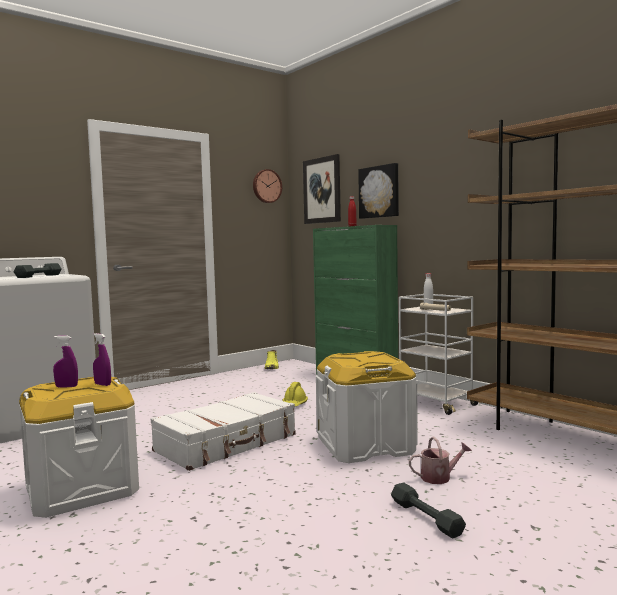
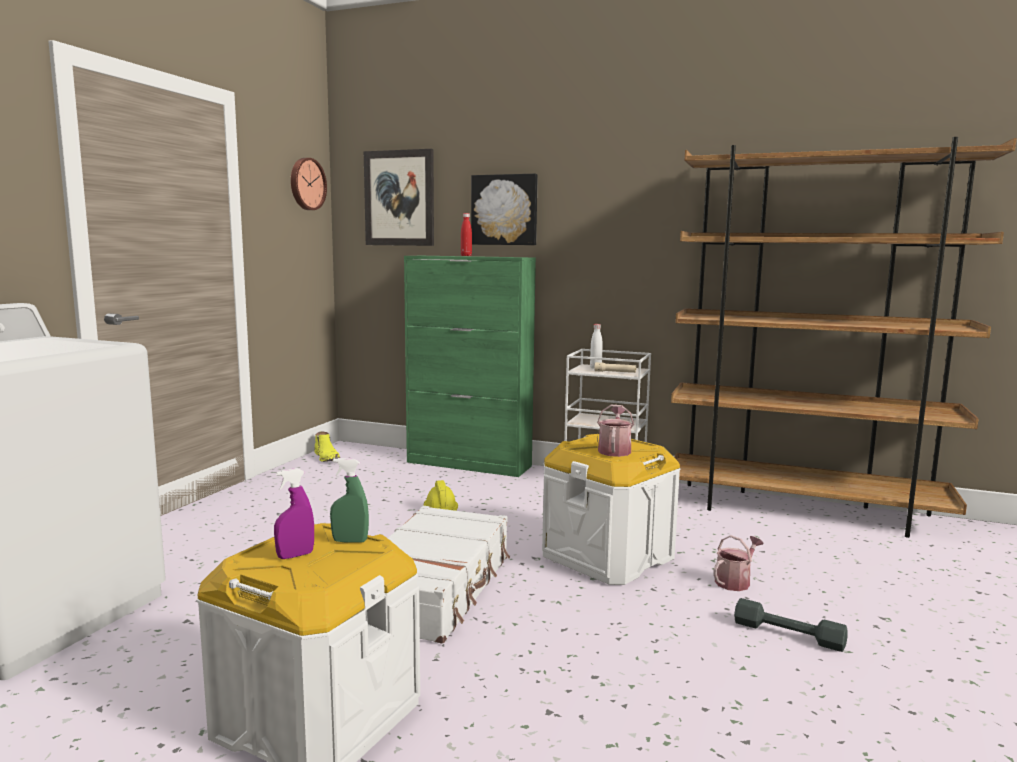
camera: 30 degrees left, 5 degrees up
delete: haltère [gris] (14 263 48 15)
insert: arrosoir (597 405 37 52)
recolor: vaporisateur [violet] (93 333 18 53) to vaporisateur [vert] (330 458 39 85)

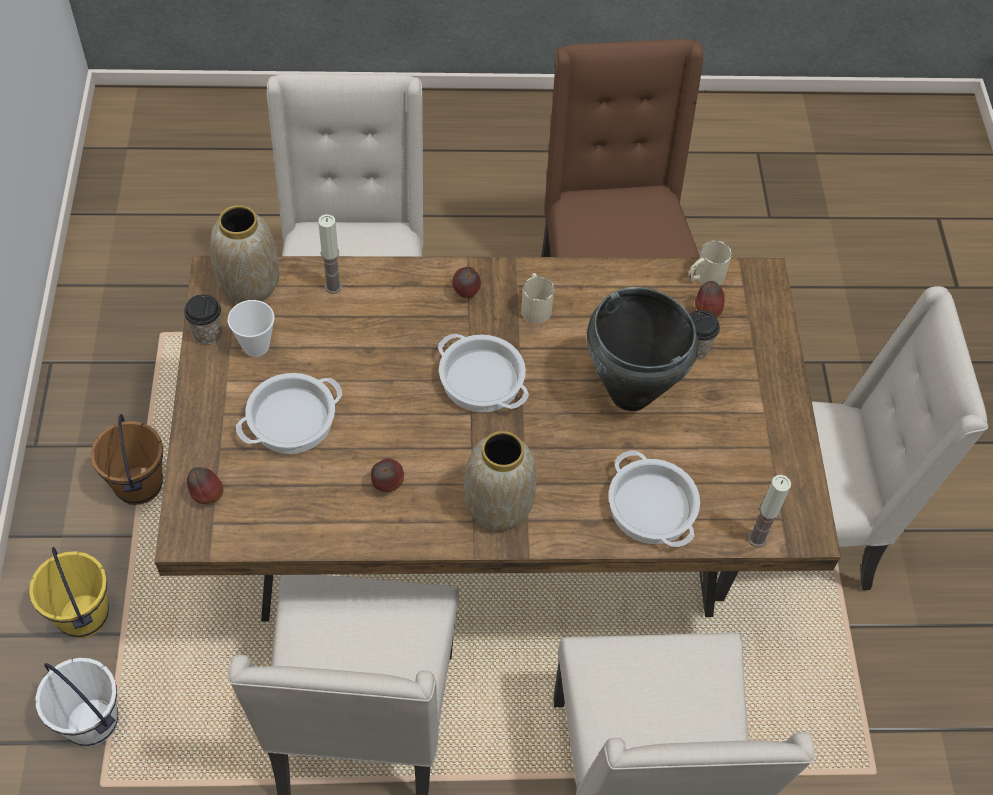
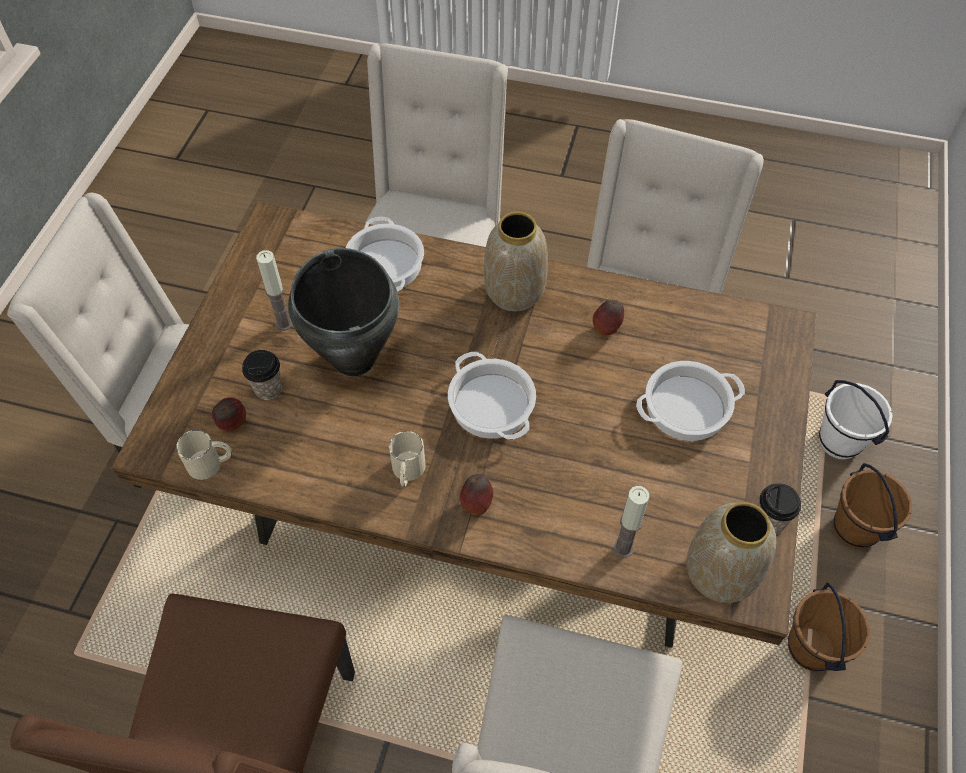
camera: 160 degrees left, 0 degrees up
delete: tasse (228 300 46 57); pomme (187 467 36 38)
move: bougie (748 475 43 72) to (256 250 37 81)
recolor: seau [jaune] (29 547 80 91) to seau [marron] (833 463 79 86)

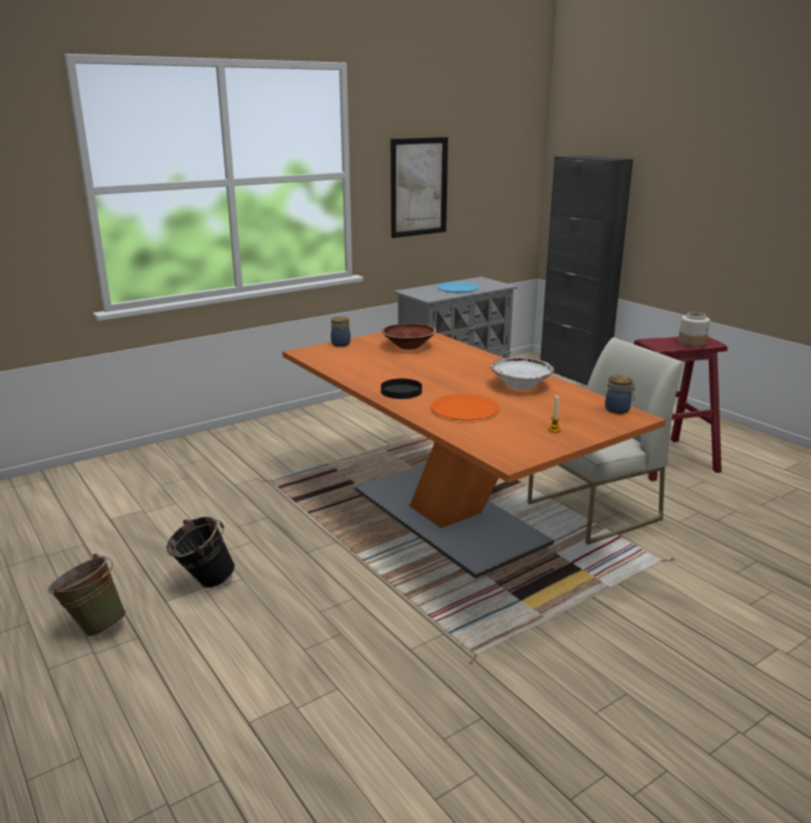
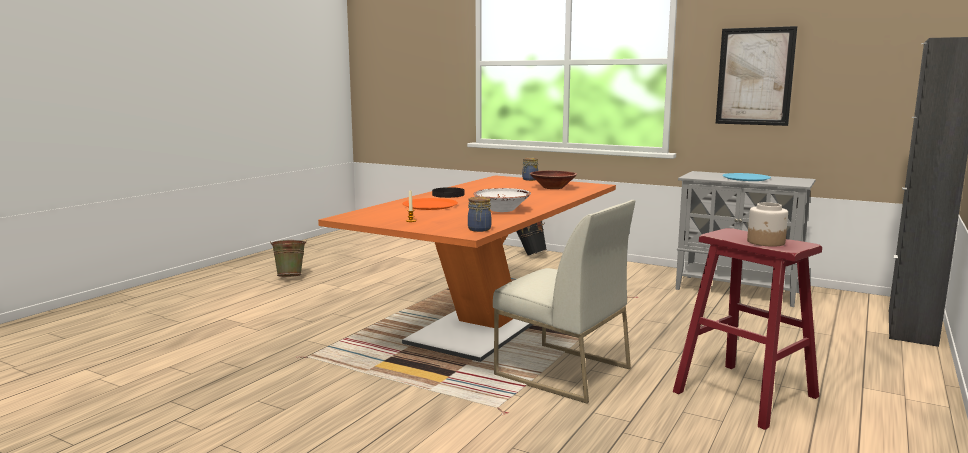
camera: 65 degrees right, 10 degrees down
move: seau [noir] (166 517 69 71) to (516 221 31 35)

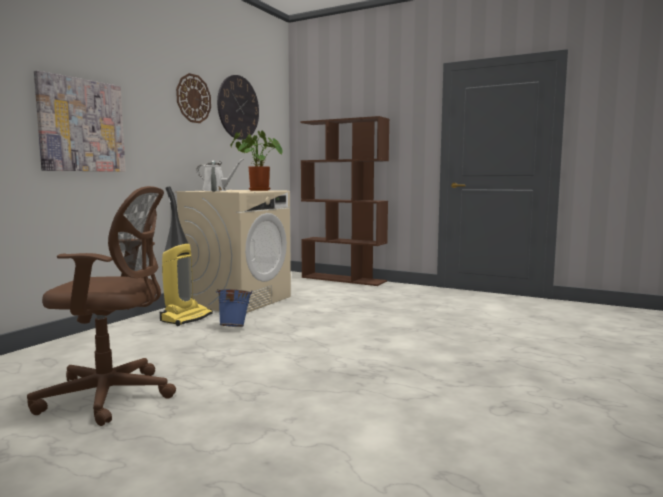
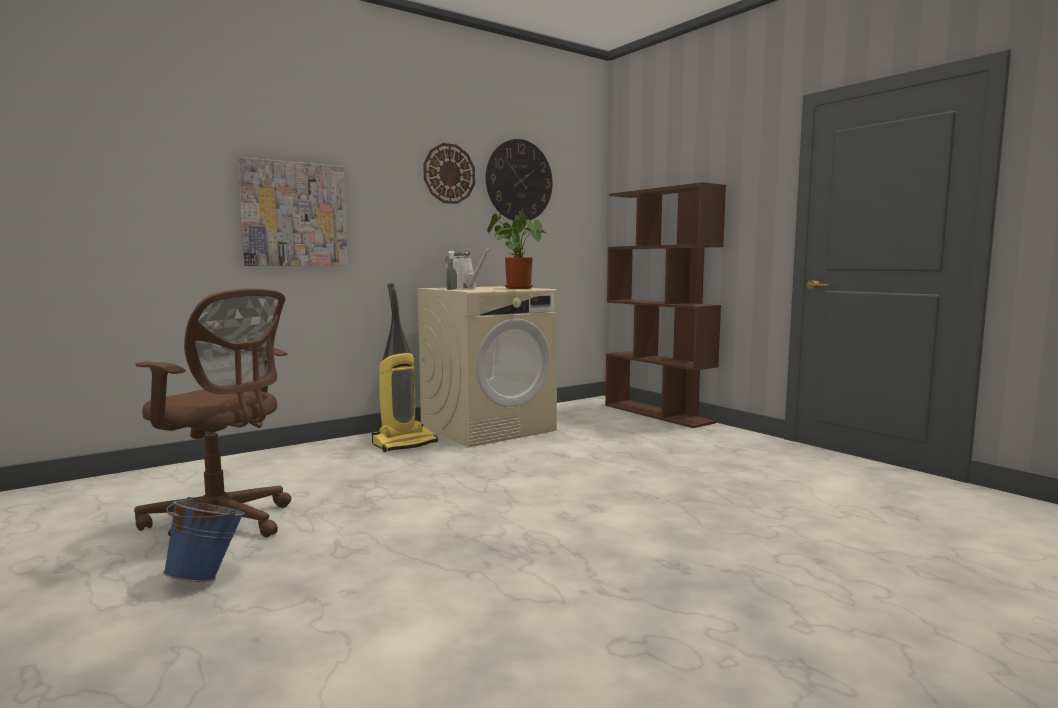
camera: 25 degrees right, 0 degrees up
move: seau [bleu] (216 289 36 38) to (163 497 82 85)

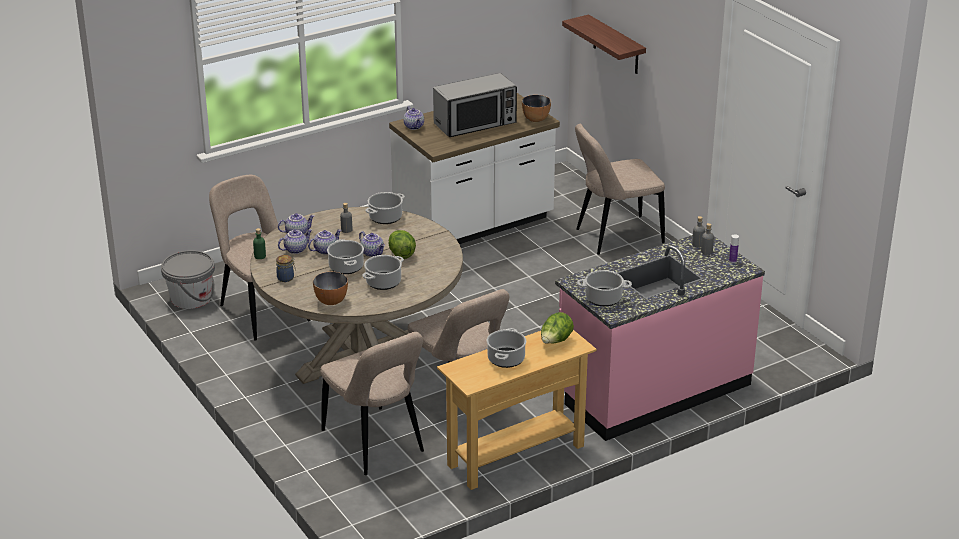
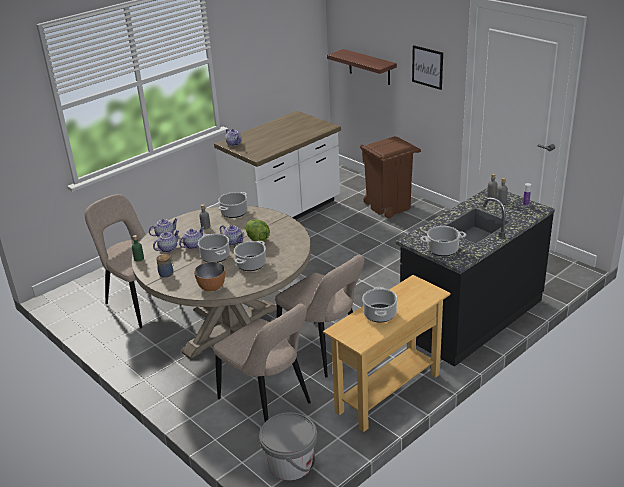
camera: 10 degrees left, 0 degrees up
delete: micro-ondes (433 73 84 64); bol (522 95 29 27); laitue (541 312 33 32)
insert: tableau (412 45 31 45)
move: seau [gris] (161 250 54 59) to (259 412 58 68)
replace: chaise [beige] (575 124 90 131) to poubelle [marron] (360 136 61 82)
recolor: comptoir de cuisine [rose] (555 231 210 210) to comptoir de cuisine [noir] (396 188 159 179)

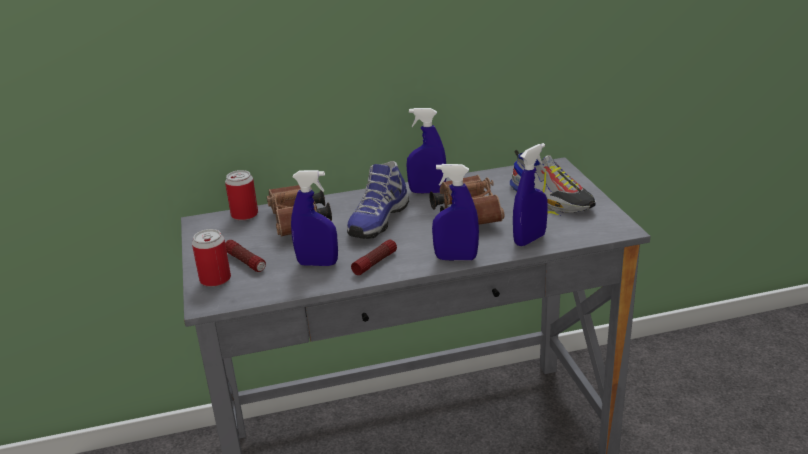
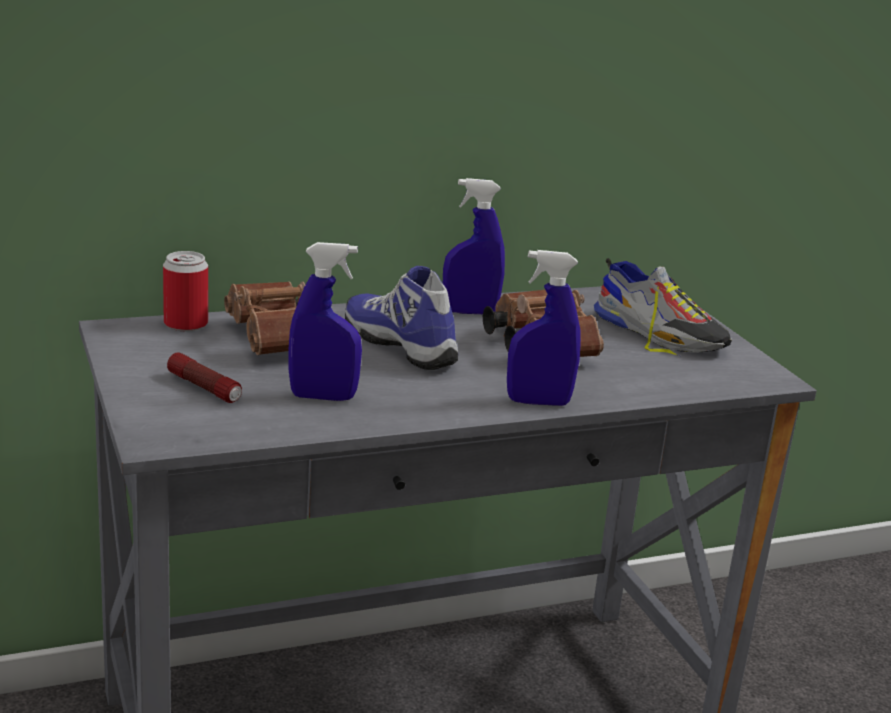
camera: 10 degrees left, 5 degrees down
delete: vaporisateur [bleu] (513 143 35 103); boîte métallique (192 229 39 58); lampe de poche (351 240 46 35)
rotate: chaussure (347 161 62 78) = (345 266 113 104) 120 degrees clockwise

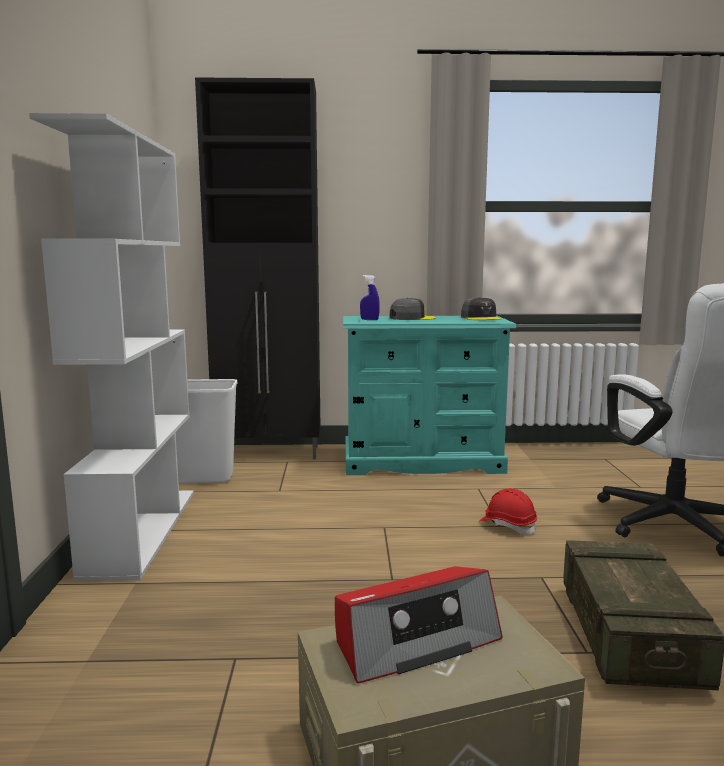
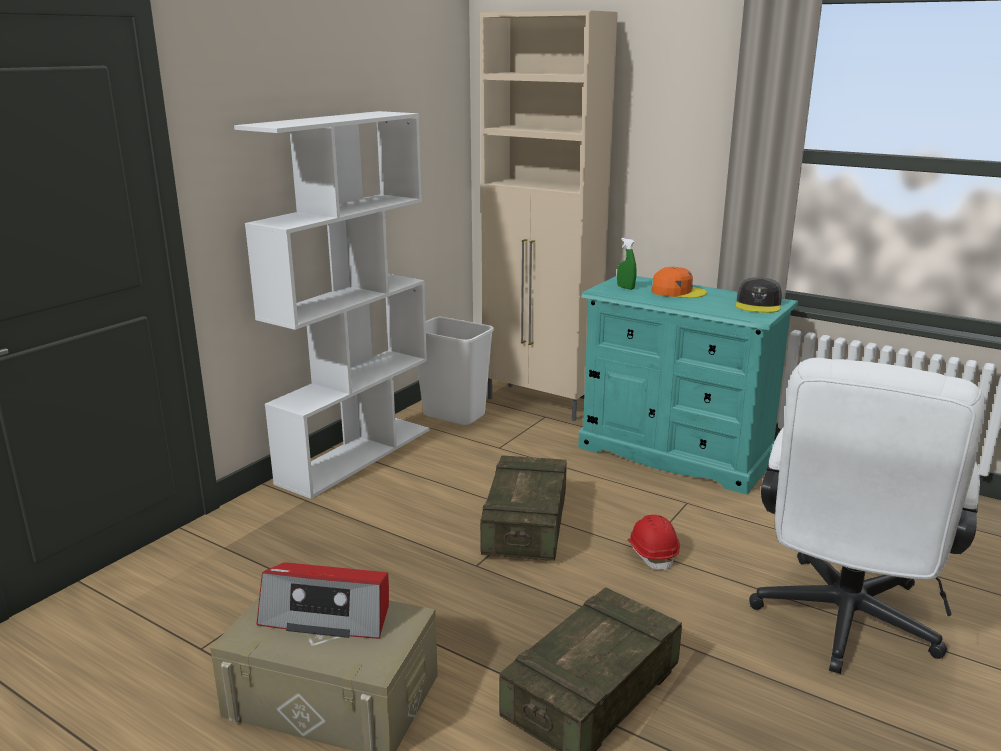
camera: 35 degrees right, 10 degrees up
insert: caisse (480 455 87 106)
recolor: meuble de rangement [noir] (195 77 125 383) to meuble de rangement [beige] (480 10 138 411); vaporisateur [bleu] (360 275 20 45) to vaporisateur [vert] (617 238 19 52); casquette [gris] (389 297 47 23) to casquette [orange] (652 267 55 31)

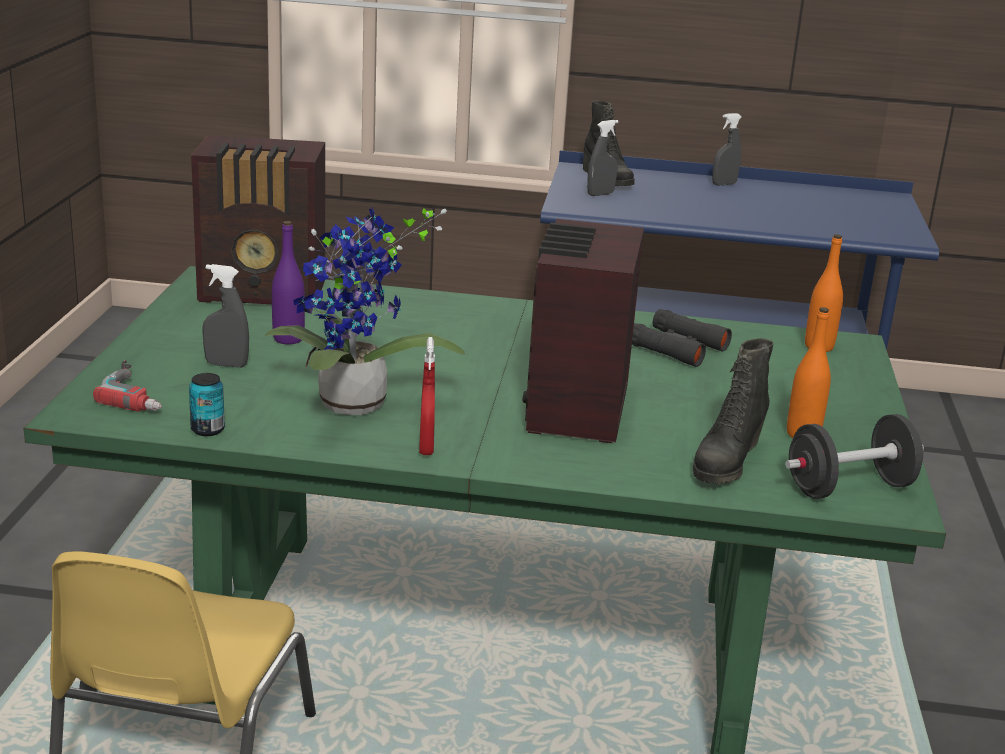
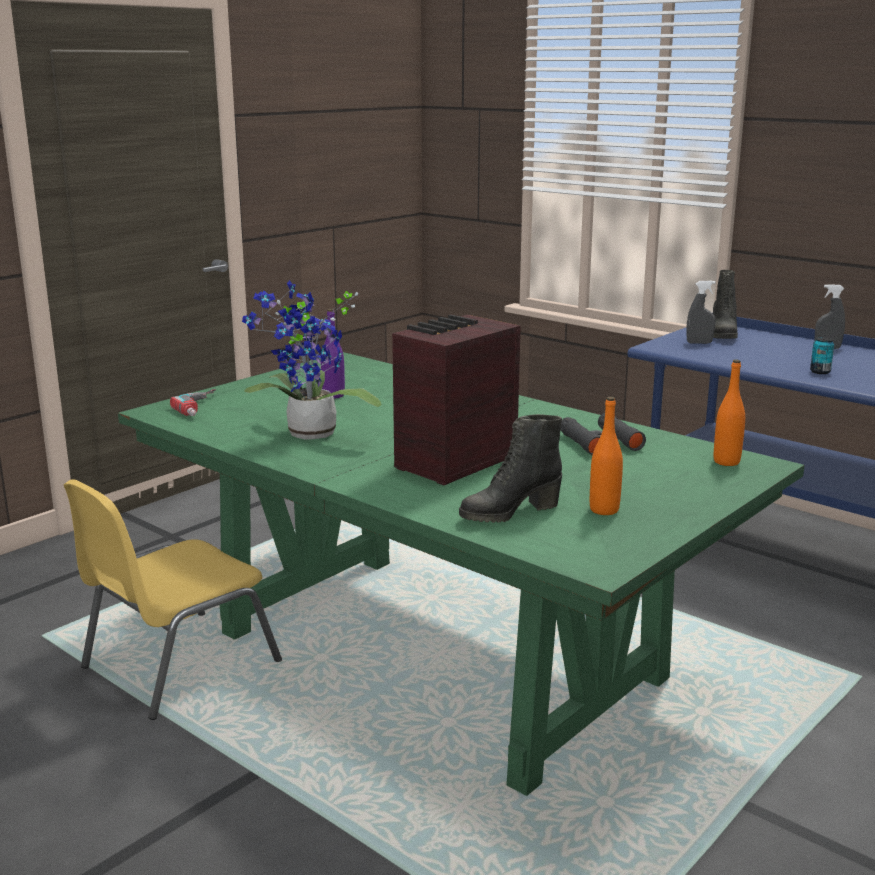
camera: 35 degrees right, 5 degrees down
delete: radio (191 135 134 172); vaporisateur [gris] (202 264 47 104); vaporisateur [rouge] (419 337 16 118); haltère [noir] (786 414 138 85)
move: boîte métallique (189 373 36 63) to (810 337 24 37)

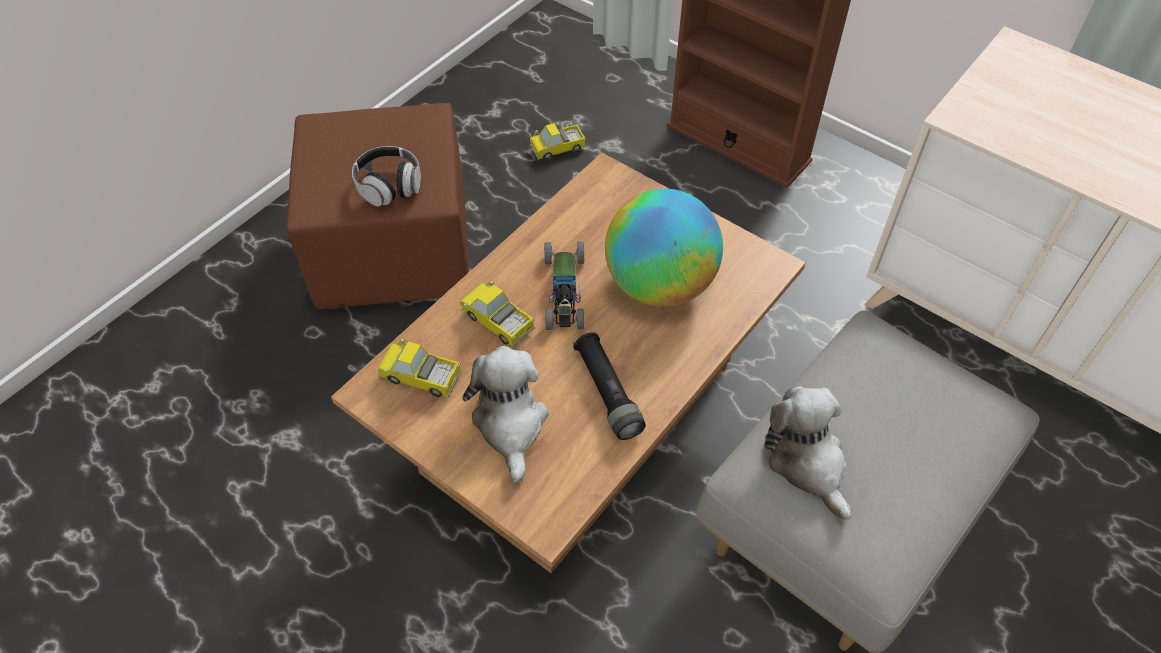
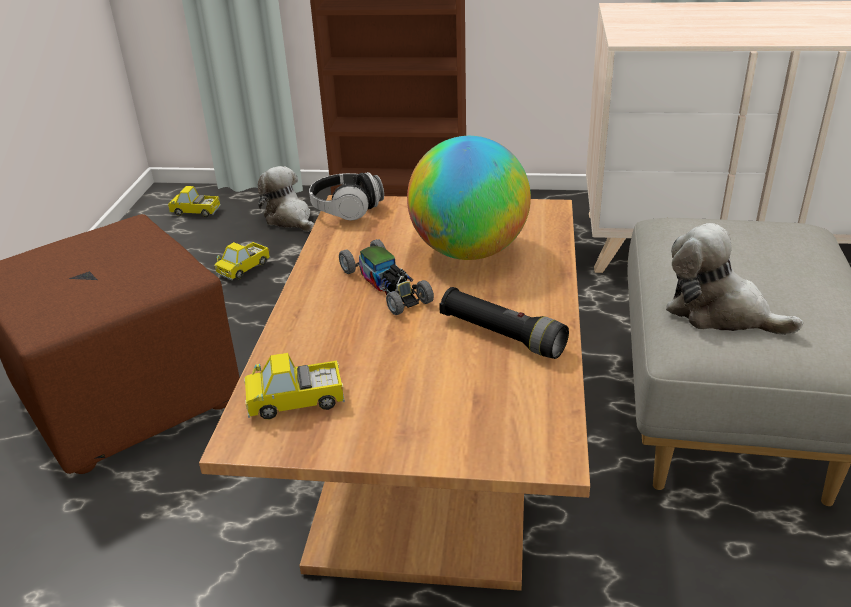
camera: 30 degrees left, 20 degrees down
move: casque audio (352 146 69 61) to (309 172 75 48); camion jouet (460 281 75 67) to (168 186 53 31); peluche (462 346 87 137) to (258 166 56 66)

